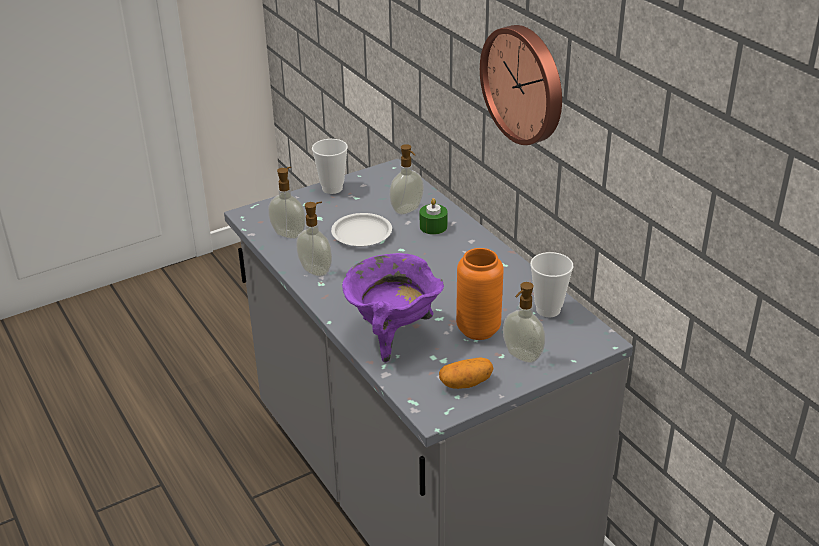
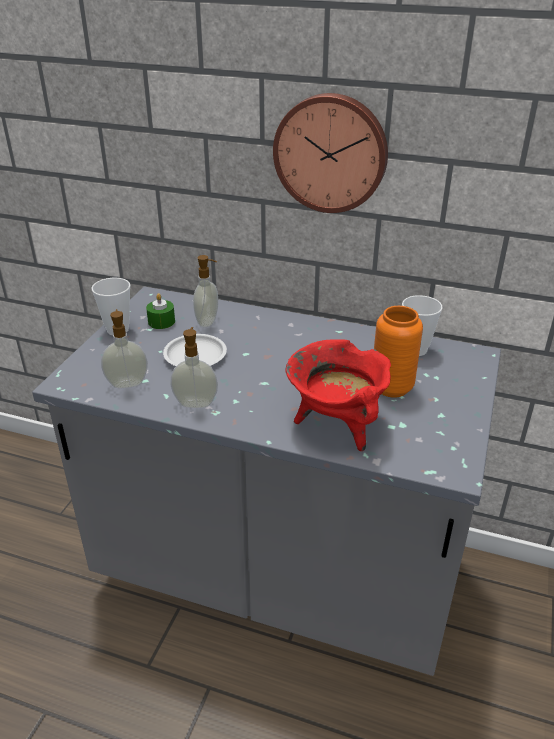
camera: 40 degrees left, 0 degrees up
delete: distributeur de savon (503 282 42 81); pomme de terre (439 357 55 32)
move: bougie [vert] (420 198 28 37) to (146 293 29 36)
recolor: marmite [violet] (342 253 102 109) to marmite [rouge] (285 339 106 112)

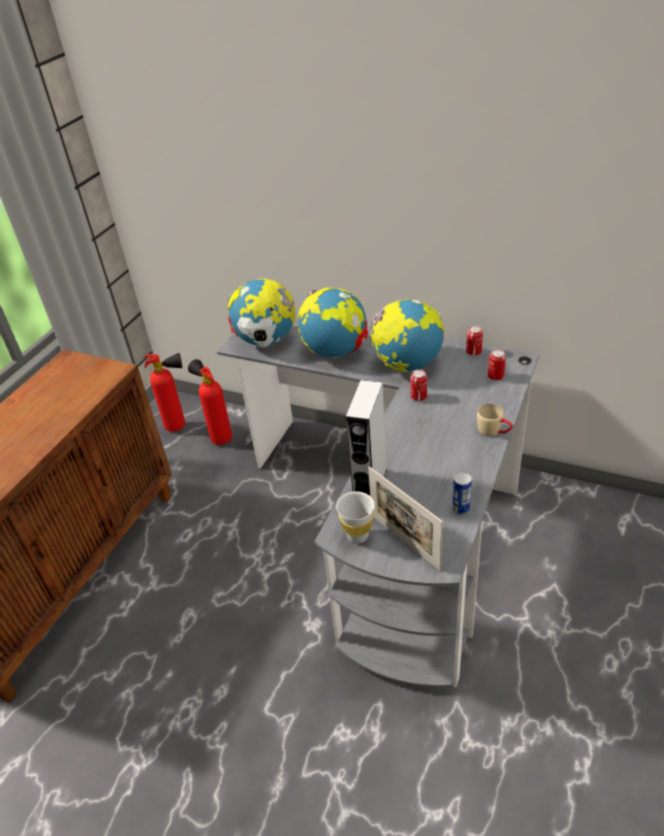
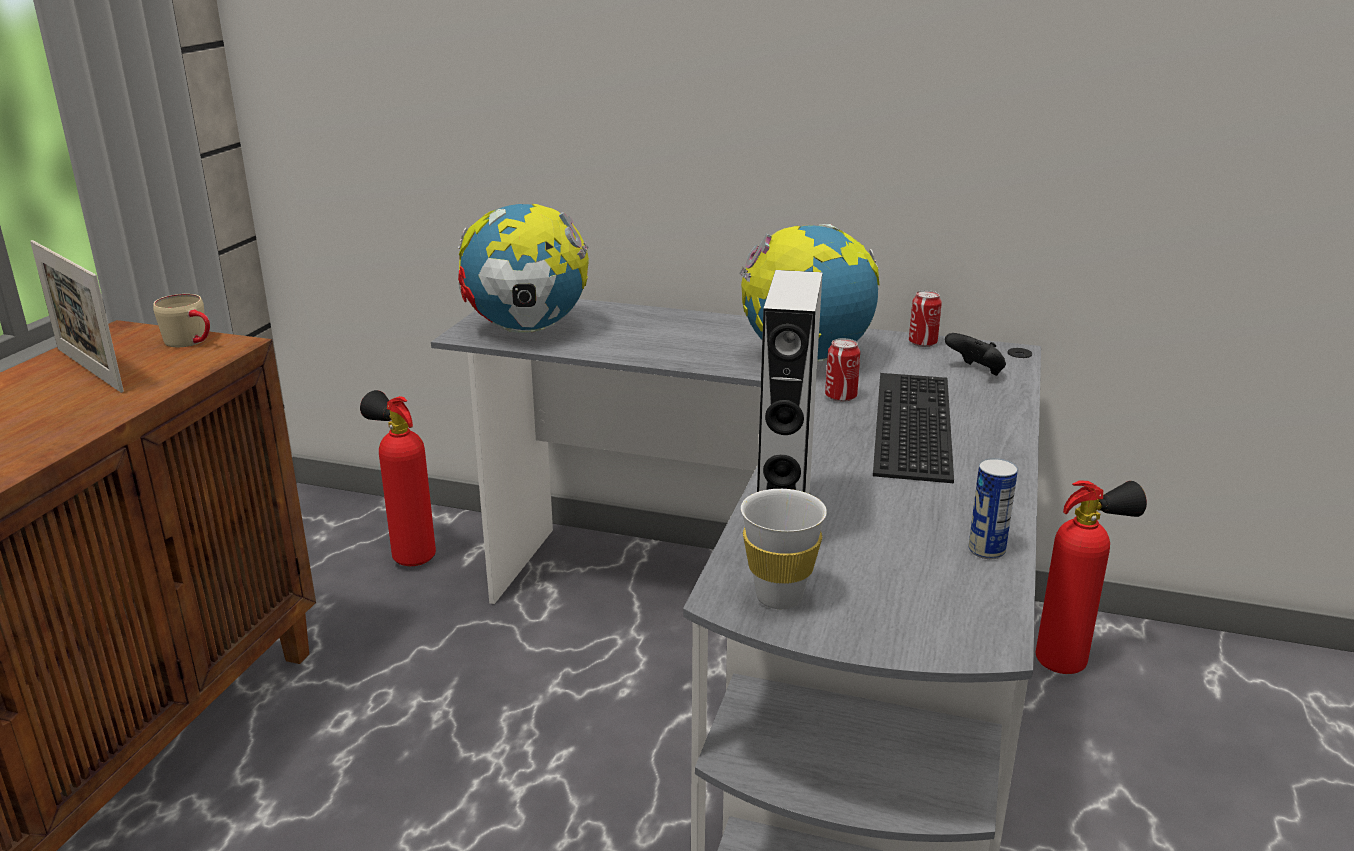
camera: 10 degrees left, 15 degrees down
delete: globe (298 287 70 71)
insert: clavier (873 373 81 110)
move: extincteur (144 353 41 79) to (1036 480 111 194); mug [beige] (477 404 36 32) to (153 294 57 53); cadre photo (368 467 75 104) to (30 240 94 153)
replace: boîte métallique (488 349 18 31) to manette [noir] (945 333 61 43)

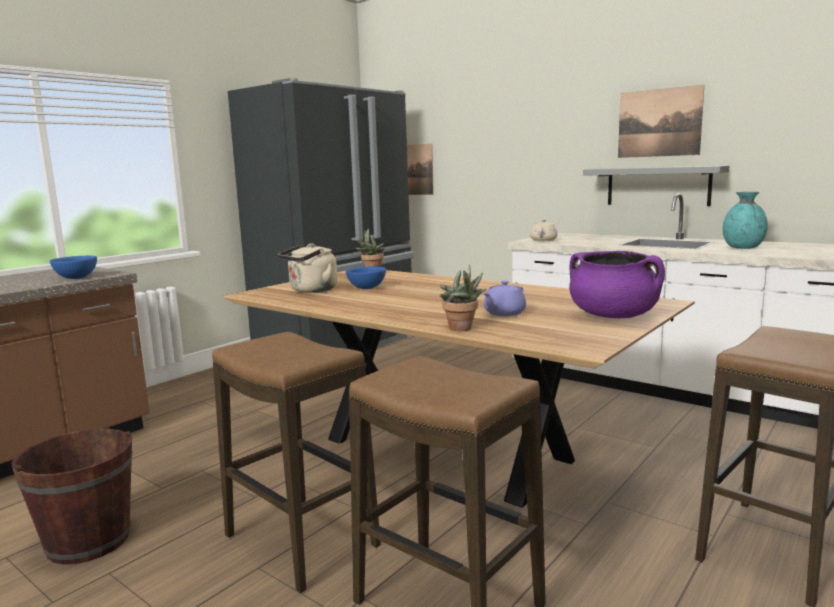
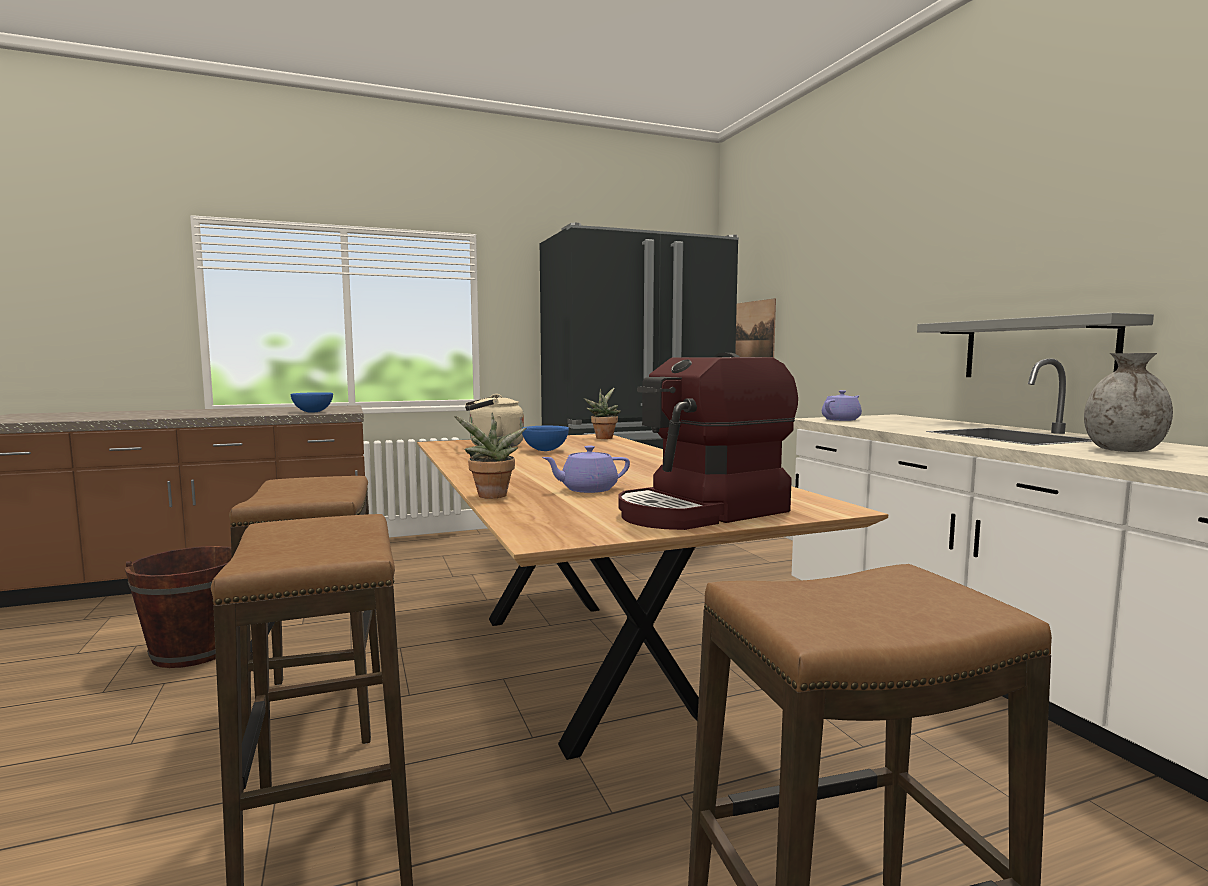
camera: 30 degrees right, 5 degrees down
delete: tableau (618 85 86 73)
replace: marmite [violet] (569 251 96 67) to machine à café (618 353 180 177)
recolor: vase [turquoise] (723 192 45 57) to vase [gris] (1084 353 89 99); théière [beige] (530 219 28 22) to théière [violet] (822 390 40 31)

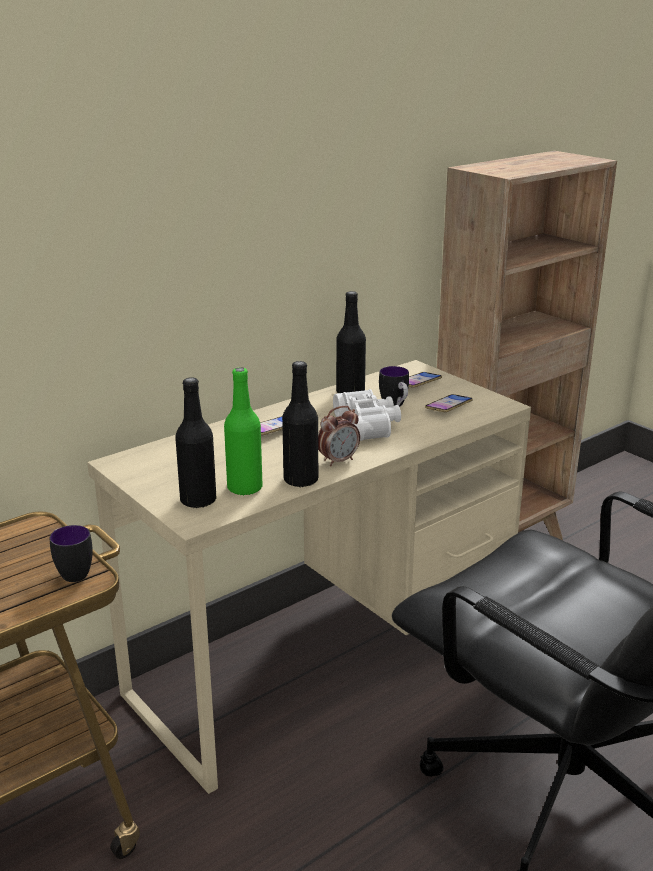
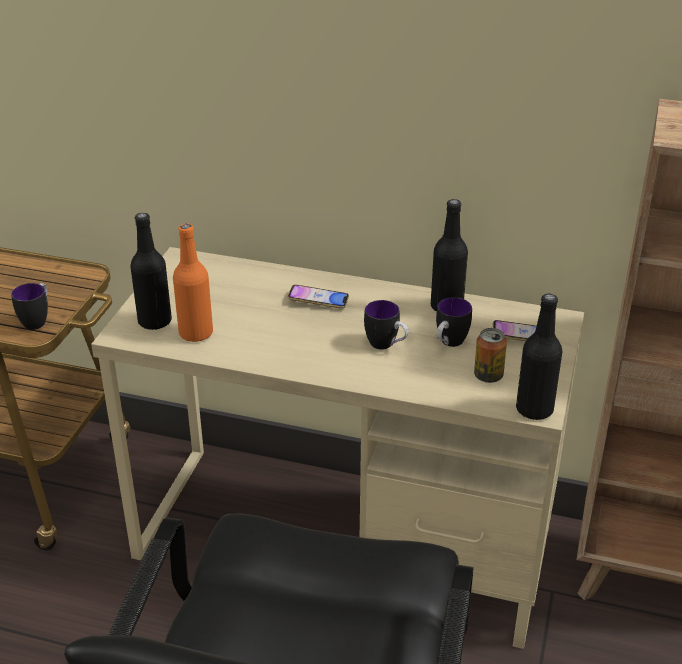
camera: 55 degrees right, 10 degrees up
delete: réveil (318 406 42 61)
move: bouteille [noir] (282 361 36 126) to (516 294 46 126)
replace: jumelles [blanc] (333 389 68 52) to mug (364 300 45 50); téléphone (425 394 48 18) to boîte métallique (474 328 33 55)
recolor: bouteille [vert] (224 367 39 129) to bouteille [orange] (173 223 40 119)

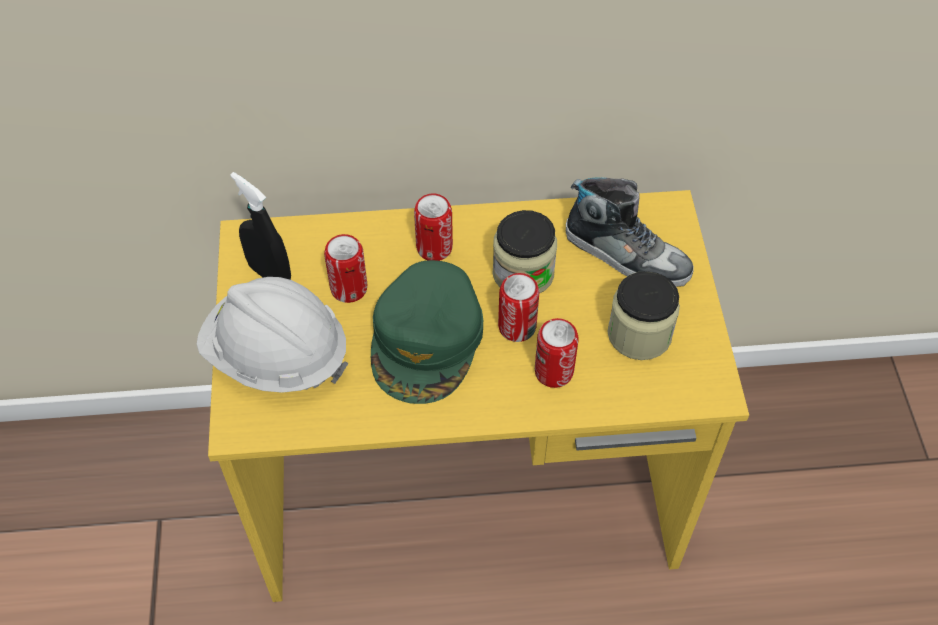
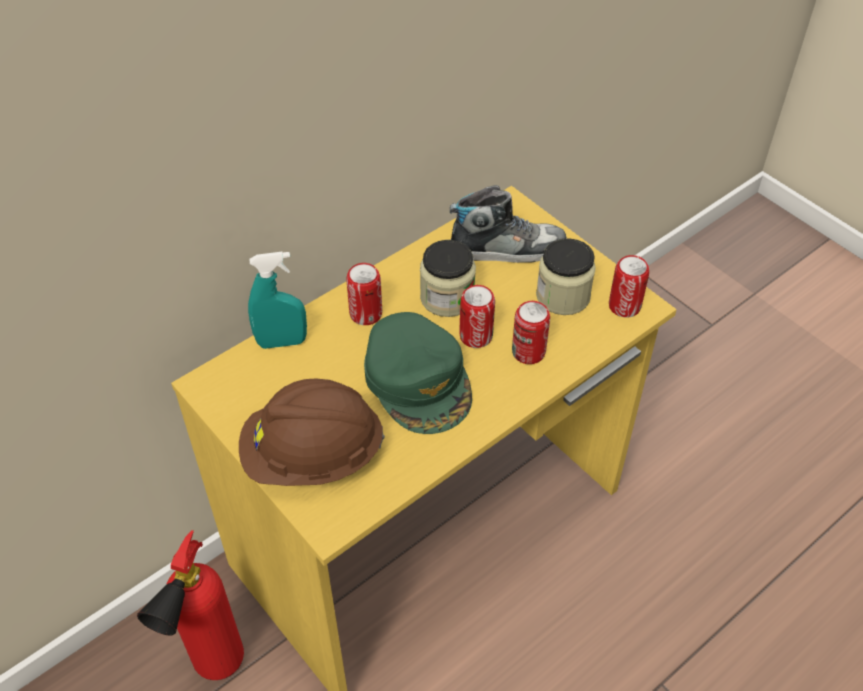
camera: 35 degrees left, 5 degrees down
delete: vaporisateur [noir] (230 172 61 108)
insert: vaporisateur [turquoise] (248 252 59 97); extincteur (137 530 107 150)
move: boîte métallique (324 234 43 69) to (609 255 40 63)
recolor: casque de chantier [blanc] (197 277 151 116) to casque de chantier [marron] (239 379 146 107)

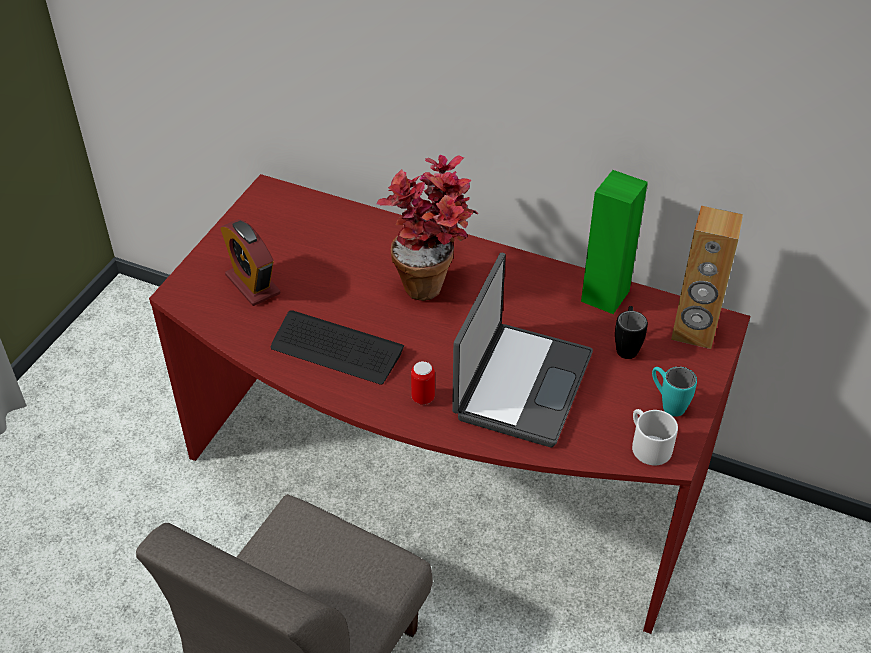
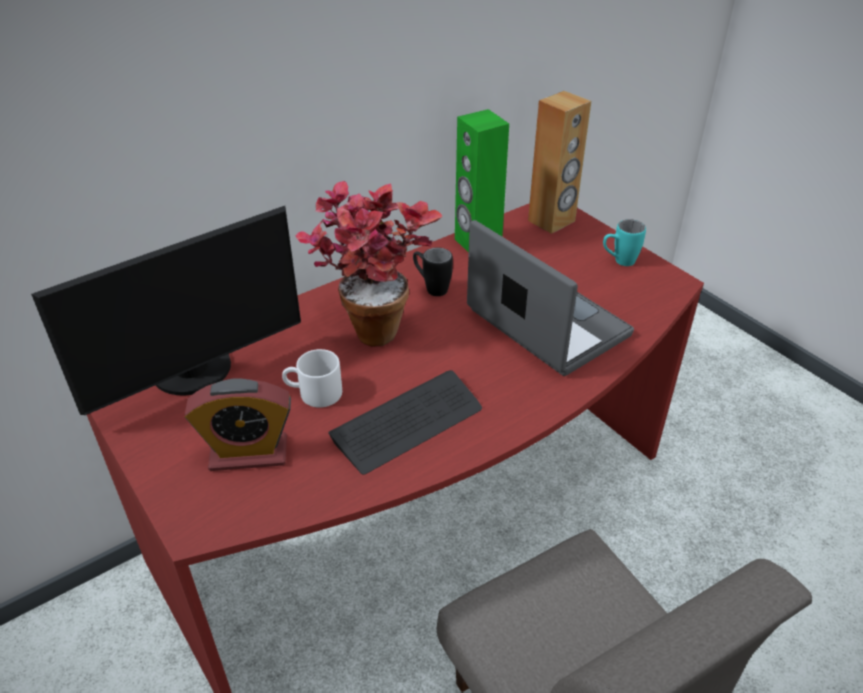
camera: 60 degrees left, 5 degrees down
delete: boîte métallique (411 361 24 44)
insert: écran d'ordinateur (31 206 270 209)
move: mug [noir] (615 306 33 53) to (413 248 40 48); mug [blanc] (632 409 46 56) to (282 349 60 59)

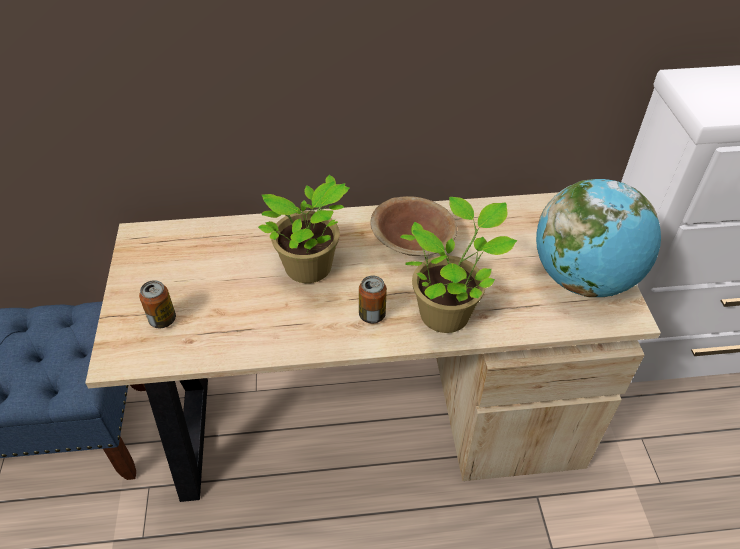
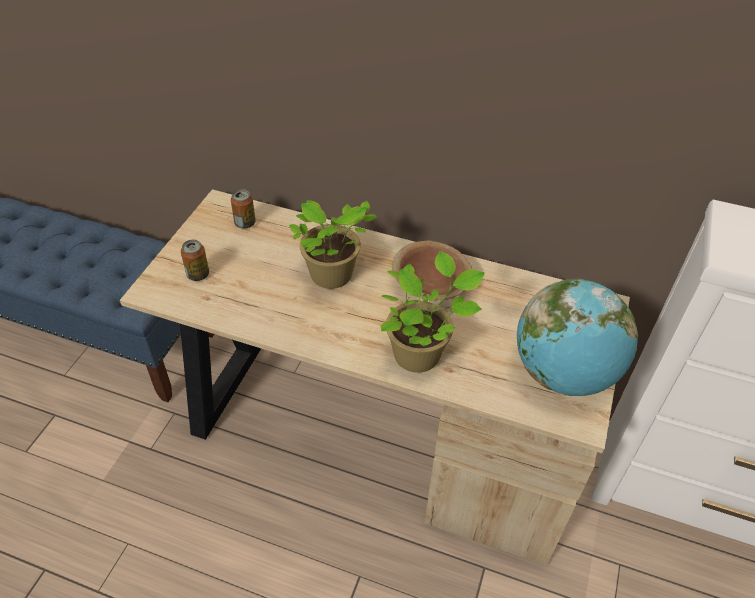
camera: 25 degrees right, 0 degrees up
move: boîte métallique (359 276 28 47) to (231 189 25 40)

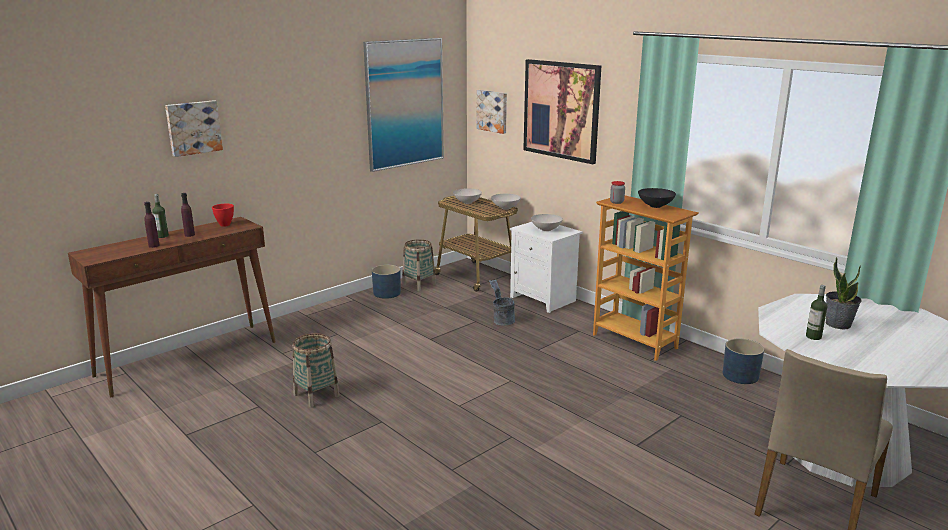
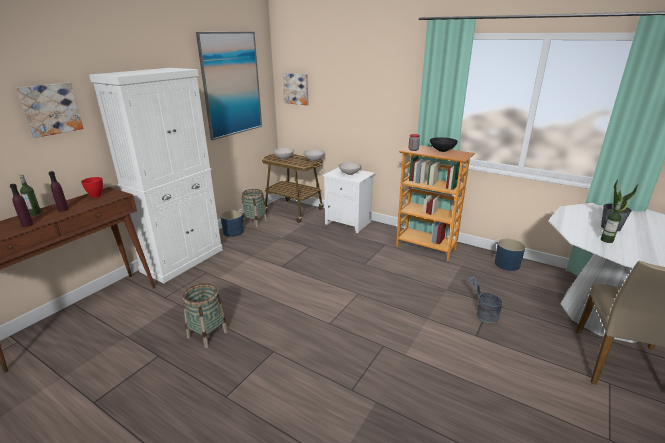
camera: 15 degrees left, 5 degrees up
delete: tableau (523 59 78 105)
insert: meuble de rangement [blanc] (89 68 134 215)
move: seau [gris] (489 280 26 46) to (469 276 33 47)

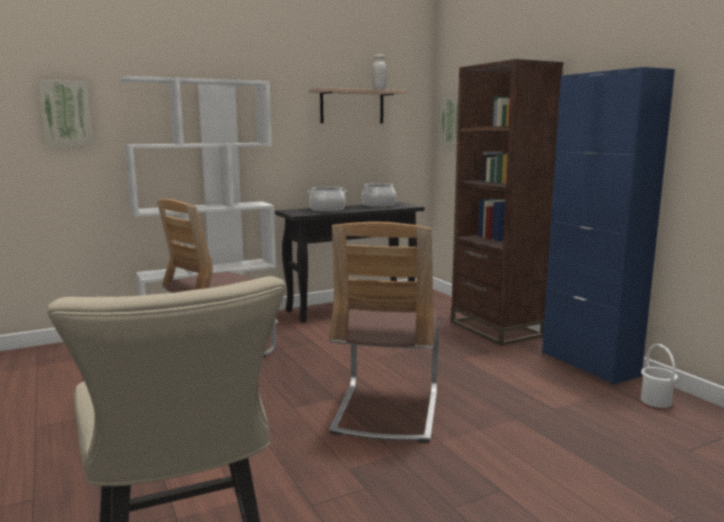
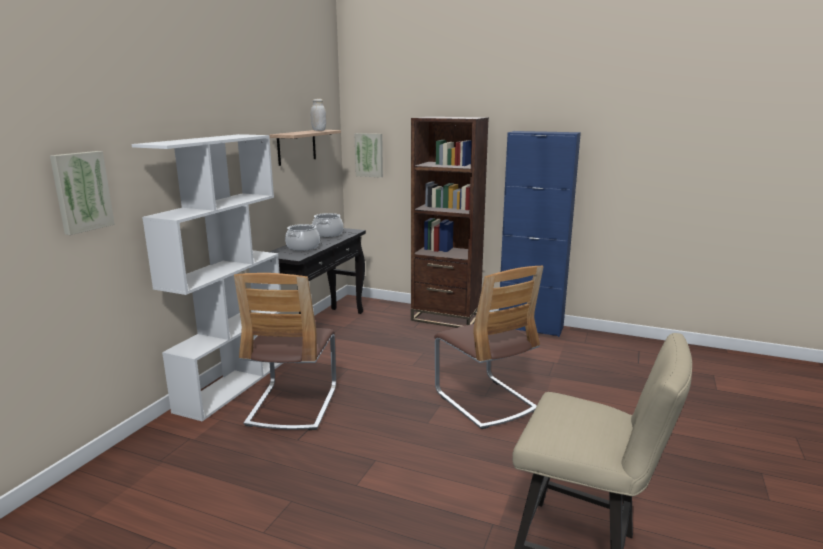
camera: 40 degrees left, 5 degrees up
delete: seau [blanc] (641 344 37 64)

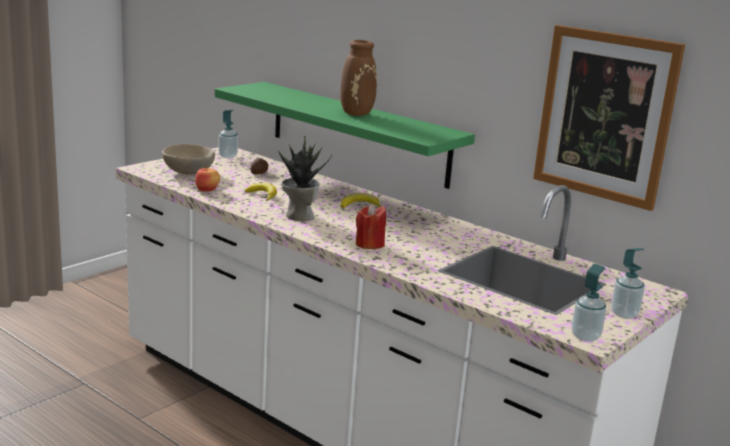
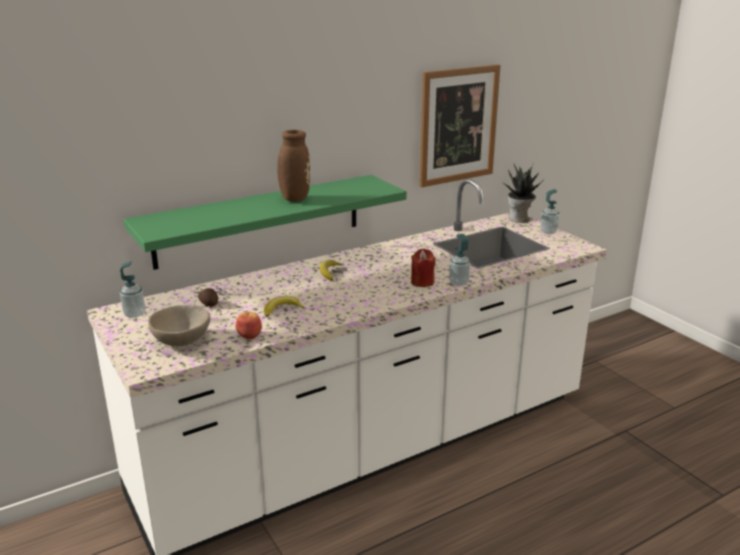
camera: 70 degrees left, 5 degrees up
move: plante en pot (278 136 54 85) to (505 164 39 59); distributeur de savon (572 264 34 78) to (449 234 21 52)

